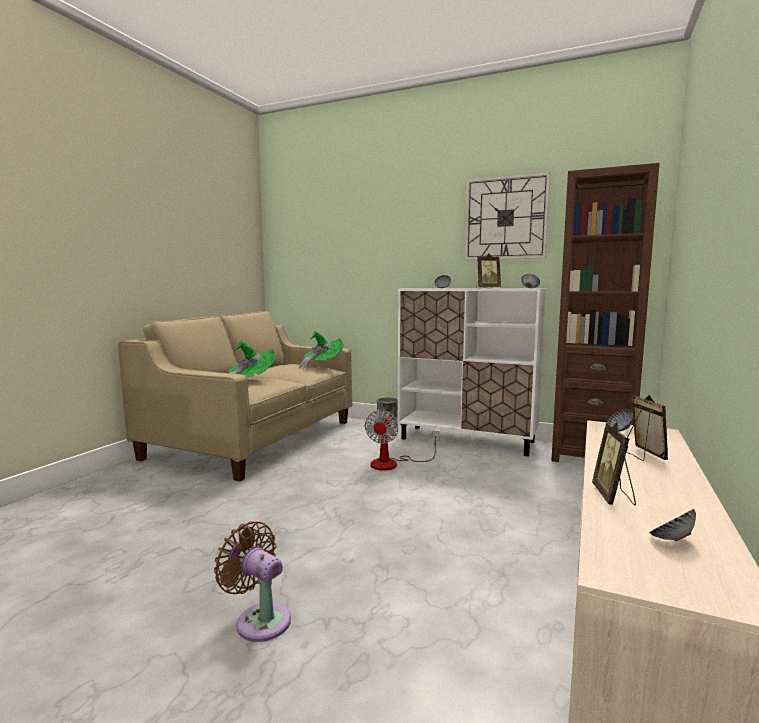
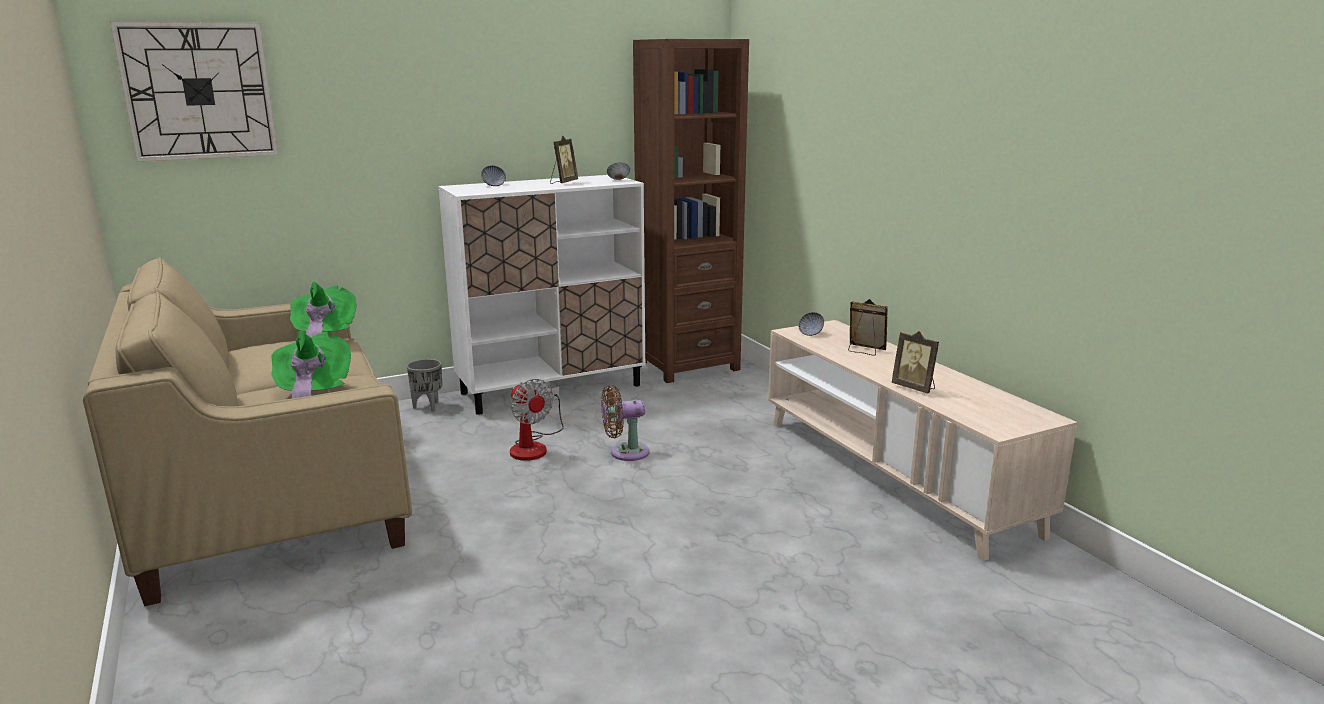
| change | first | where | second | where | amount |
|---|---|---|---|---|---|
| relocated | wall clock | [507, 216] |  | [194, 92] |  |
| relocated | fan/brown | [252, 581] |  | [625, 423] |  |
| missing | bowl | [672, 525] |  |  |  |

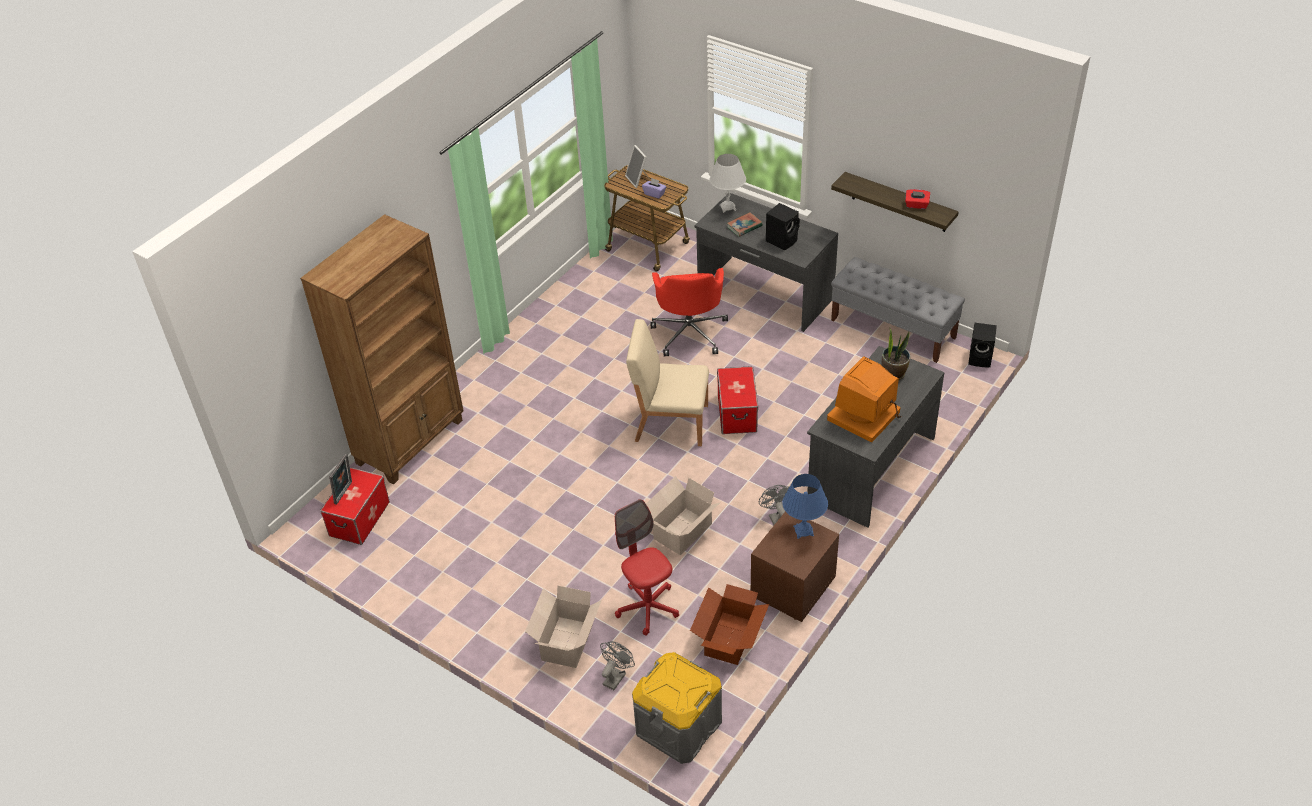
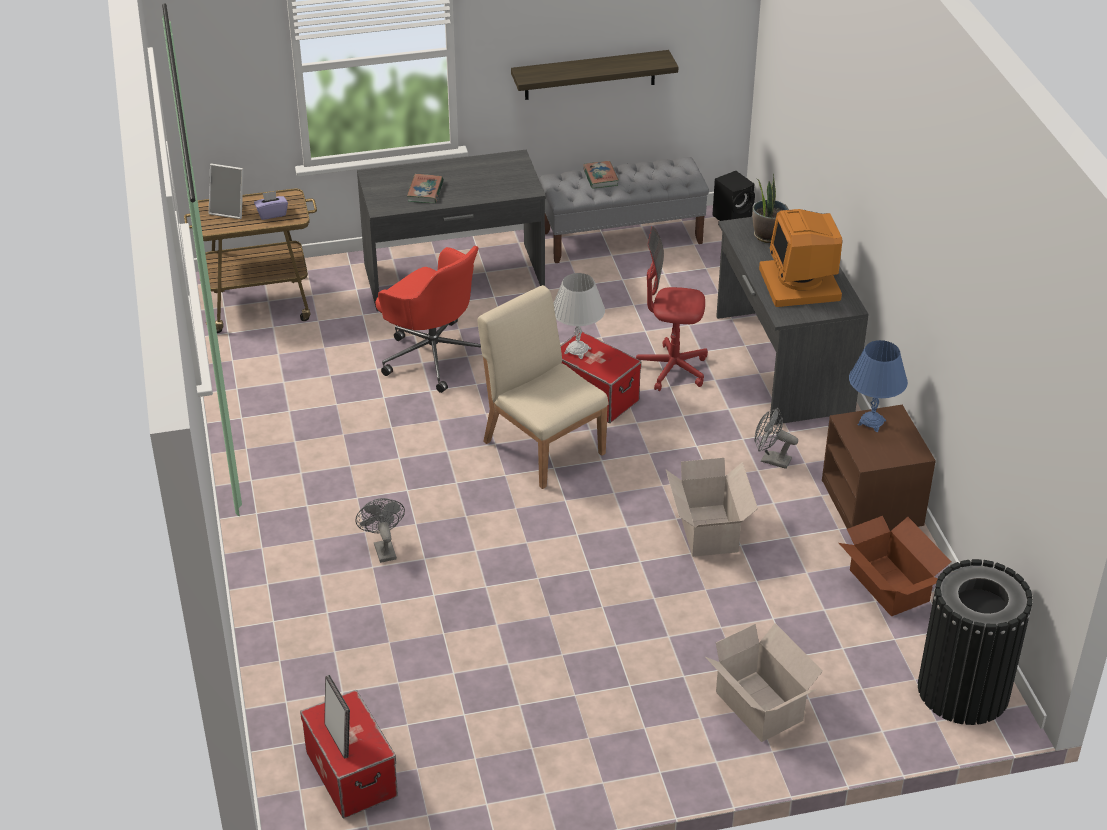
| change | first | where | second | where | amount |
|---|---|---|---|---|---|
| relocated | fan/grey | [617, 665] |  | [380, 530] |  |
| spun | chair/beige | [667, 382] |  | [543, 387] | 90 degrees clockwise |
| relocated | table lamp/white | [728, 183] |  | [579, 316] |  |
| appeared |  |  | book | [601, 175] |  |
| relocated | office chair/red | [647, 567] |  | [672, 308] |  |
| exchanged | storage box/grey | [677, 708] | trash can/black | [975, 642] |  |
| missing | bookcase/brown | [382, 349] |  |  |  |
| missing | speaker/black | [783, 226] |  |  |  |
| missing | tissue box/red | [917, 199] |  |  |  |

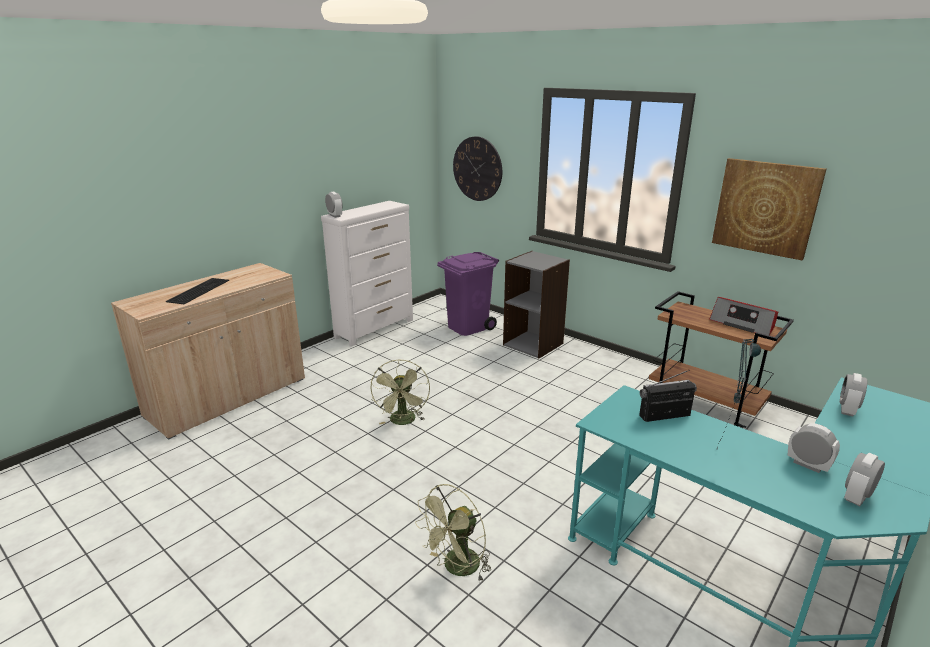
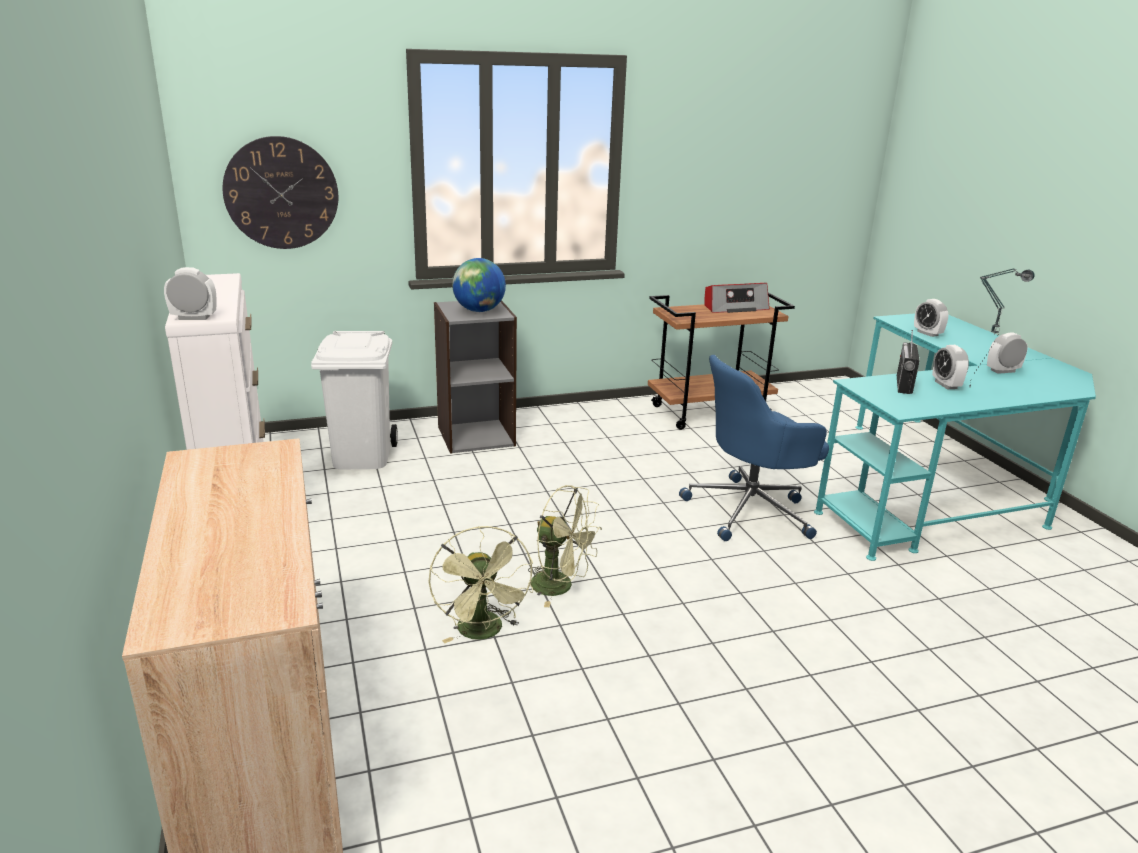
| change | first | where | second | where | amount |
|---|---|---|---|---|---|
| colour | trash can/purple | [468, 294] | trash can/white | [354, 400] |  |
| relocated | fan/green | [453, 533] |  | [481, 584] |  |
| appeared |  |  | globe | [479, 285] |  |
| appeared |  |  | office chair/blue | [754, 448] |  |
| relocated | alarm clock | [864, 479] |  | [950, 367] |  |
| missing | keyboard | [197, 291] |  |  |  |
| missing | picture | [769, 209] |  |  |  |

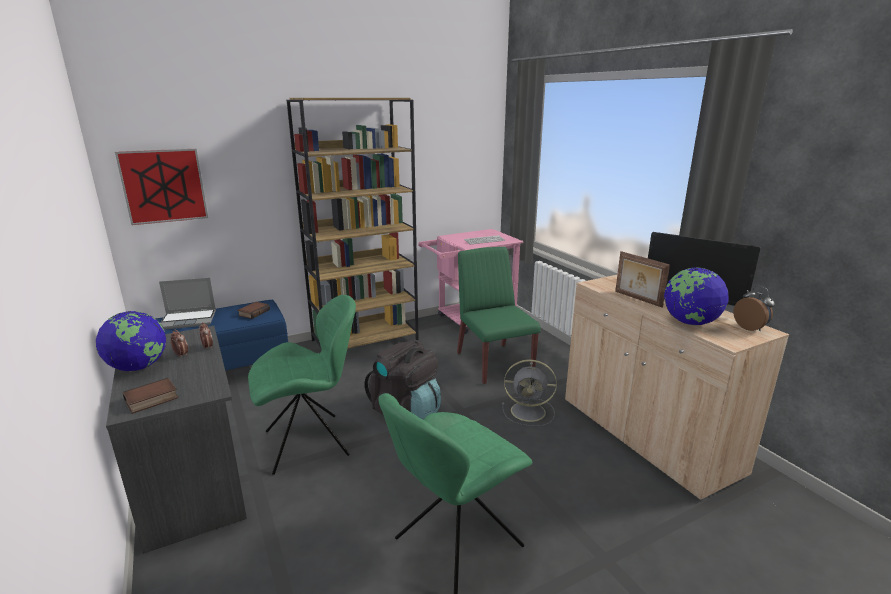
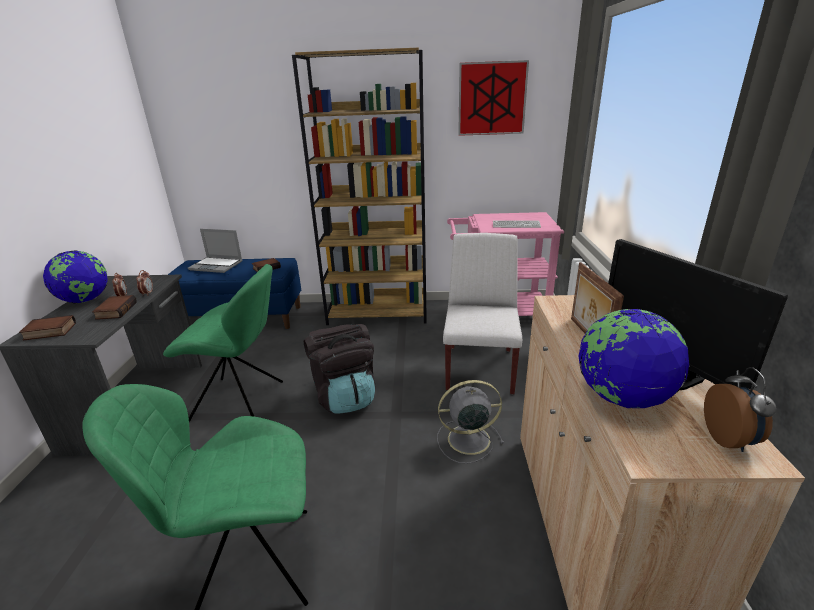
| change | first | where | second | where | amount |
|---|---|---|---|---|---|
| appeared |  |  | book | [114, 307] |  |
| spun | fan/grey | [529, 392] |  | [470, 422] | 135 degrees clockwise |
| colour | chair/green | [499, 315] | chair/white | [482, 314] |  |
| relocated | picture | [161, 187] |  | [493, 98] |  |

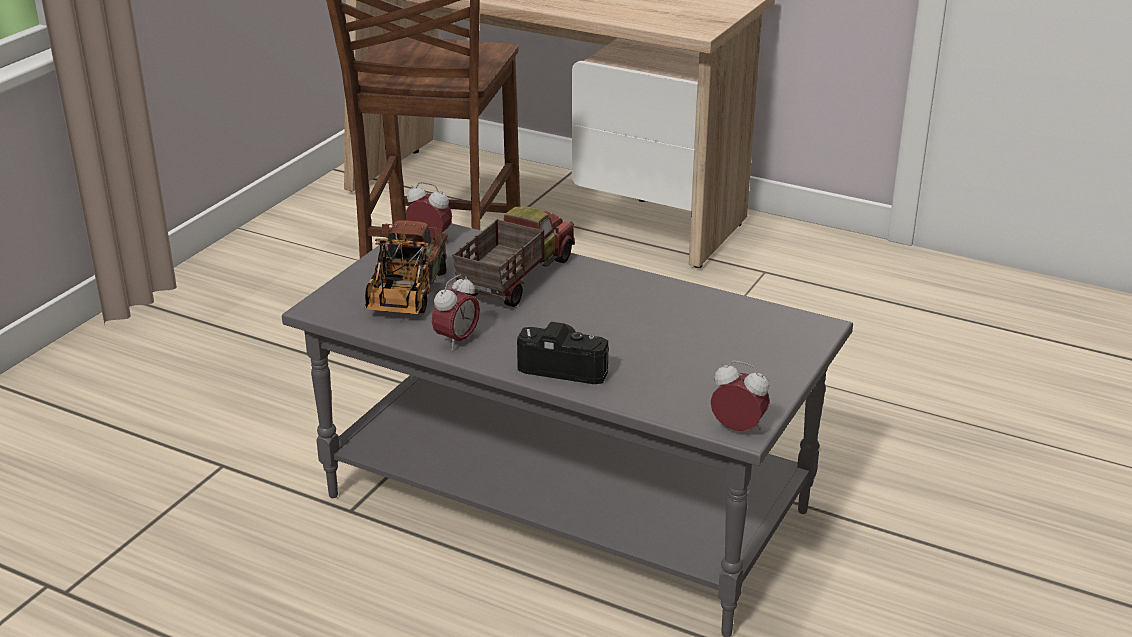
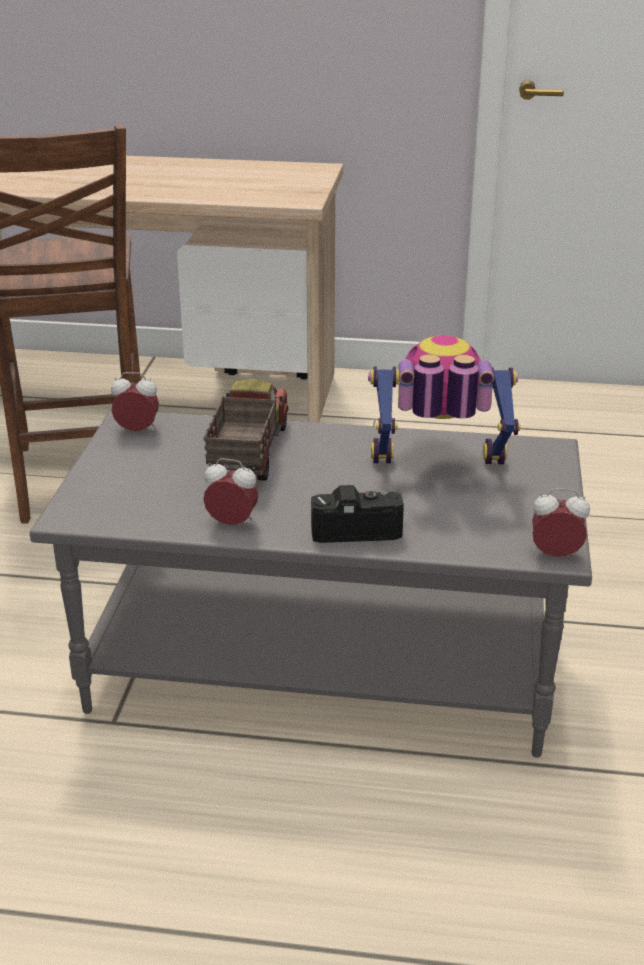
| change | first | where | second | where | amount |
|---|---|---|---|---|---|
| spun | alarm clock | [456, 313] |  | [231, 491] | 90 degrees counterclockwise |
| appeared |  |  | toy robot | [444, 399] |  |
| missing | toy truck | [406, 267] |  |  |  |

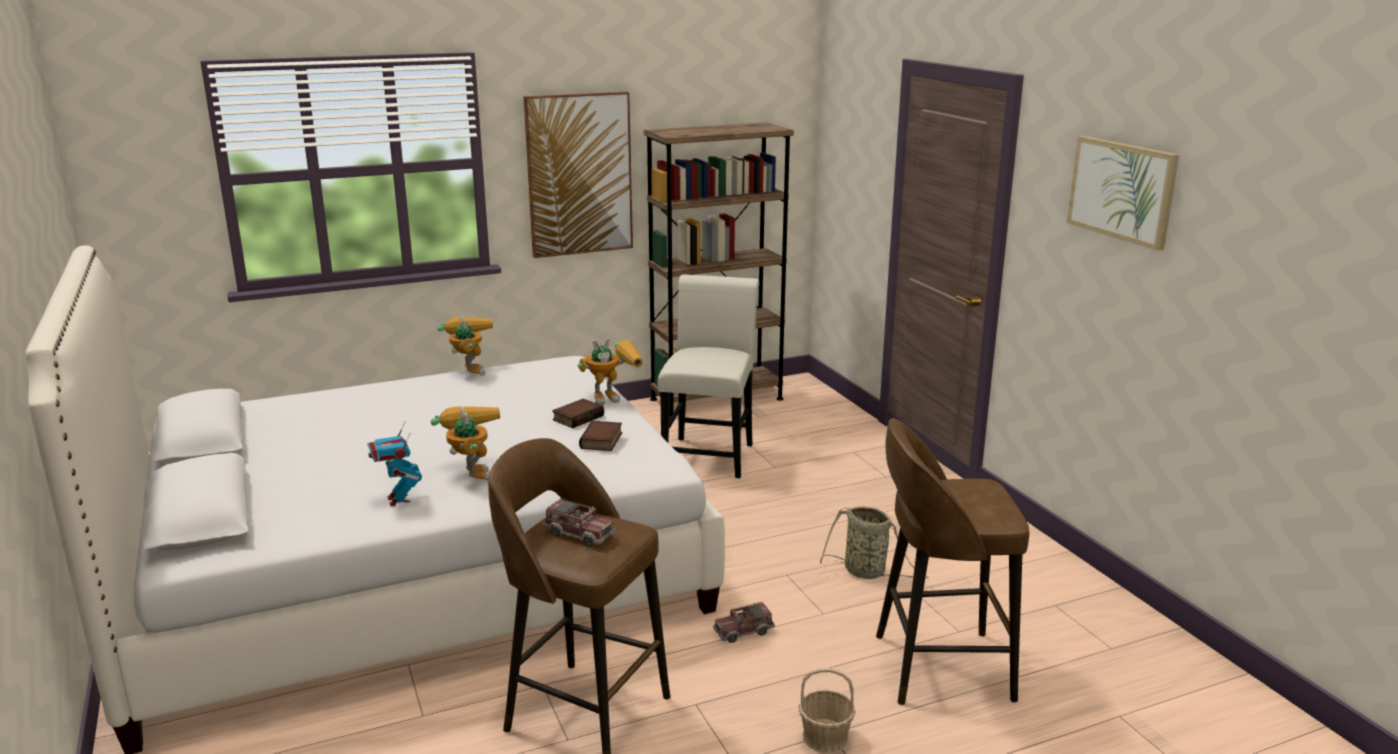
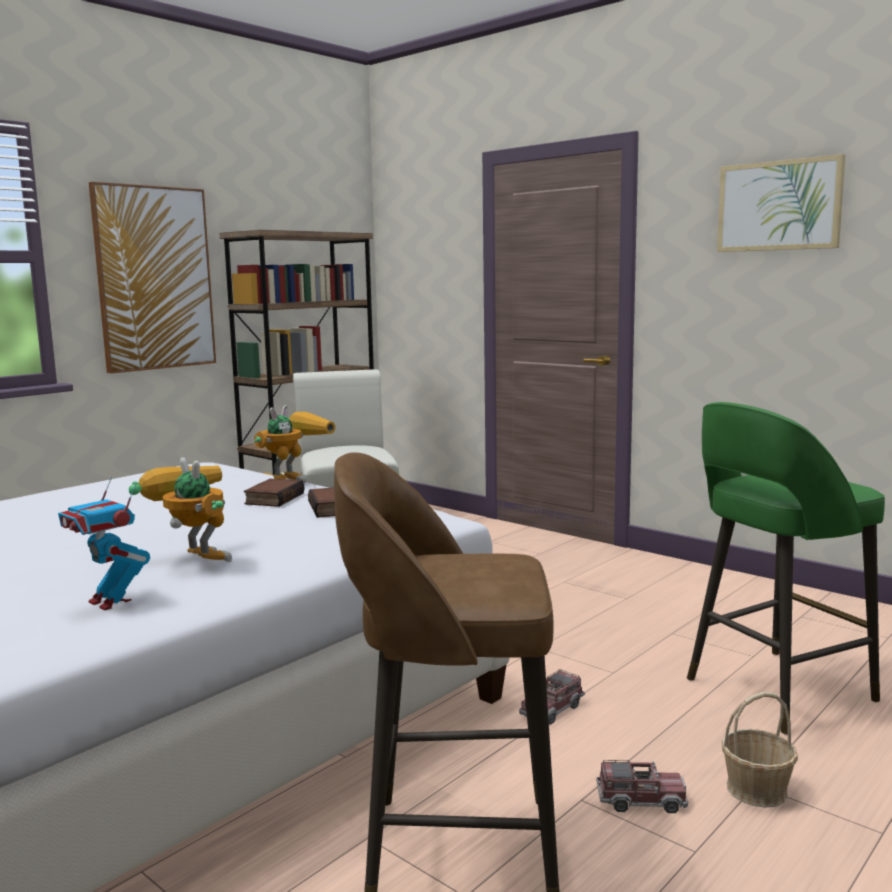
| change | first | where | second | where | amount |
|---|---|---|---|---|---|
| relocated | toy truck | [578, 522] |  | [642, 786] |  |
| colour | stool/brown | [952, 561] | stool/green | [786, 568] |  |
| missing | toy robot | [465, 345] |  |  |  |
| missing | basket | [874, 542] |  |  |  |

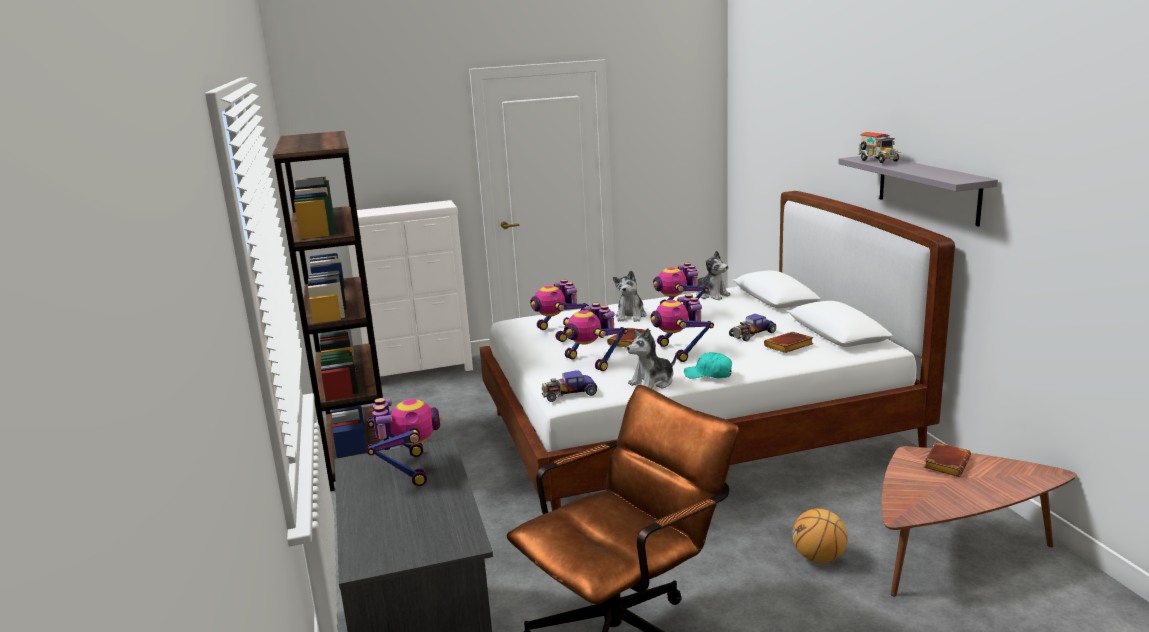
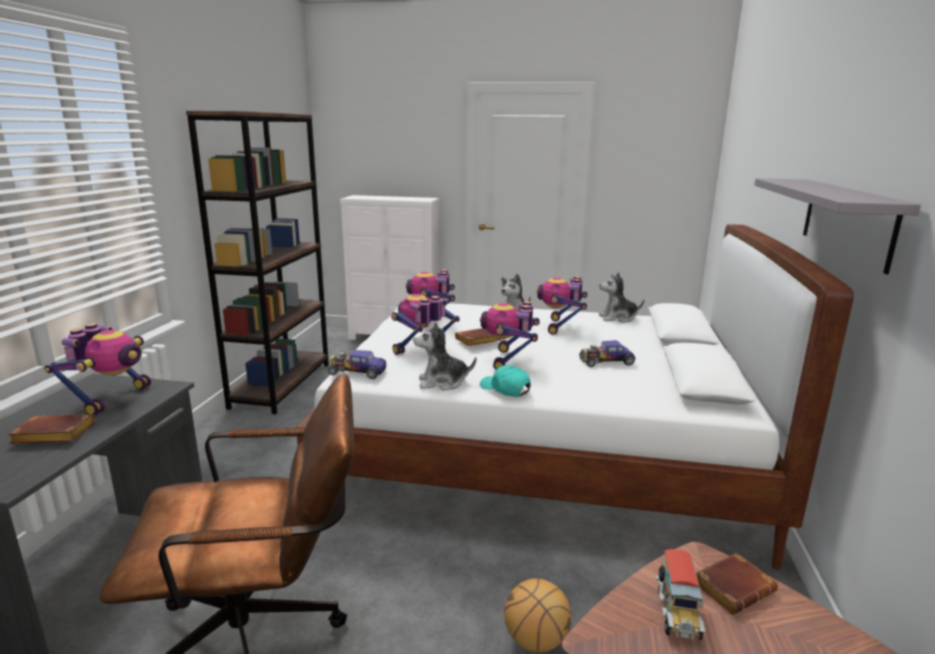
| change | first | where | second | where | amount |
|---|---|---|---|---|---|
| relocated | book/brown | [789, 342] |  | [51, 429] |  |
| spun | toy robot | [595, 337] |  | [425, 324] | 60 degrees clockwise |
| spun | plush toy | [713, 275] |  | [621, 297] | 105 degrees clockwise |
| relocated | toy truck | [879, 147] |  | [680, 594] |  |

